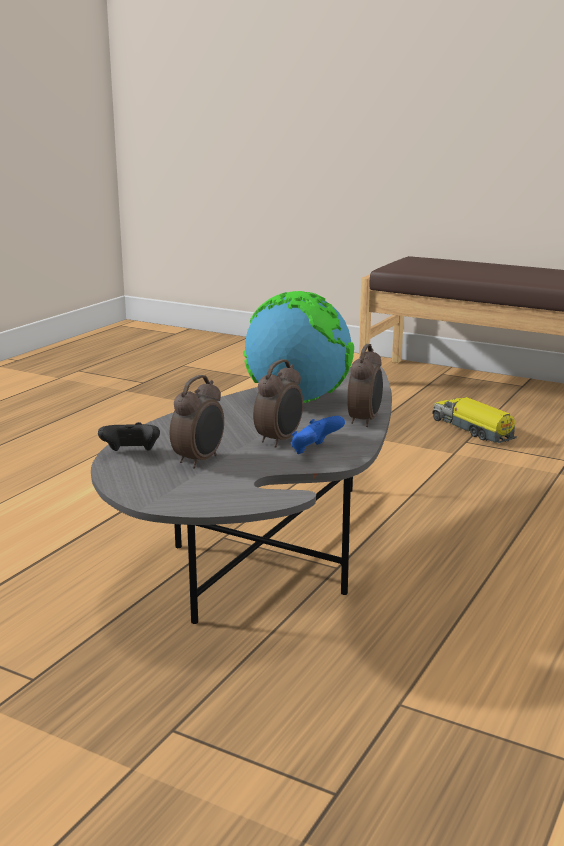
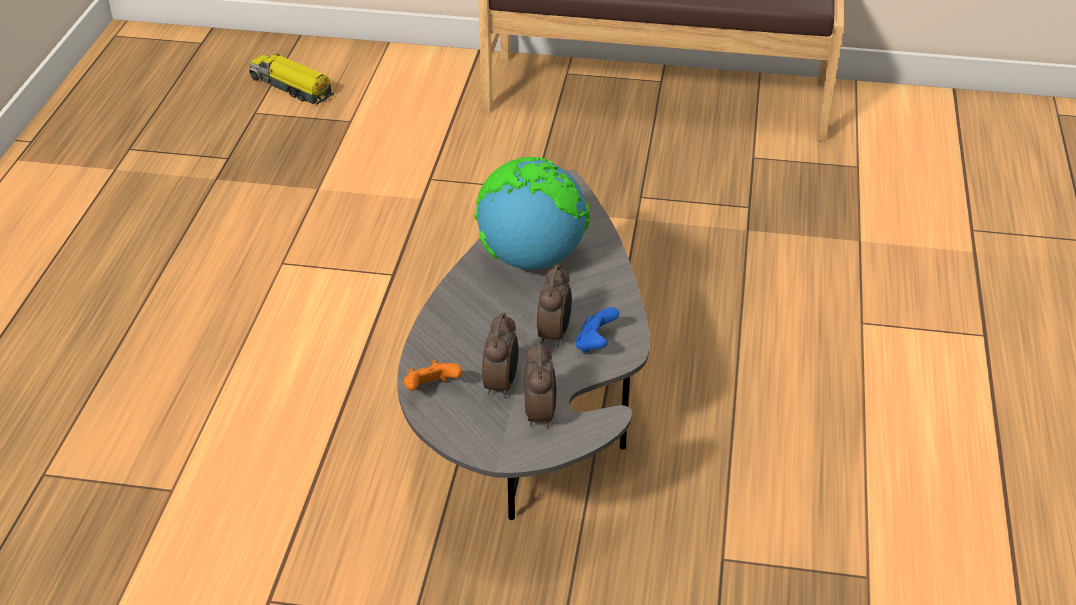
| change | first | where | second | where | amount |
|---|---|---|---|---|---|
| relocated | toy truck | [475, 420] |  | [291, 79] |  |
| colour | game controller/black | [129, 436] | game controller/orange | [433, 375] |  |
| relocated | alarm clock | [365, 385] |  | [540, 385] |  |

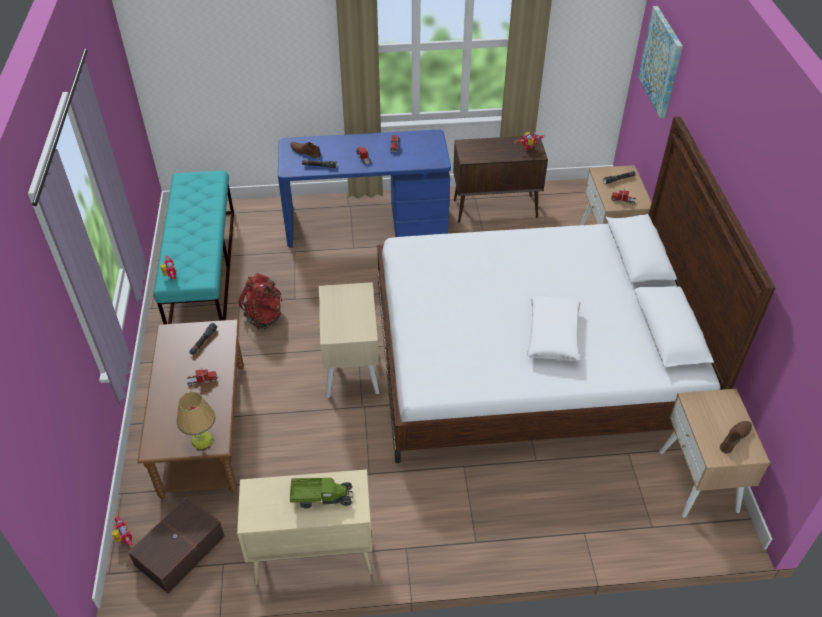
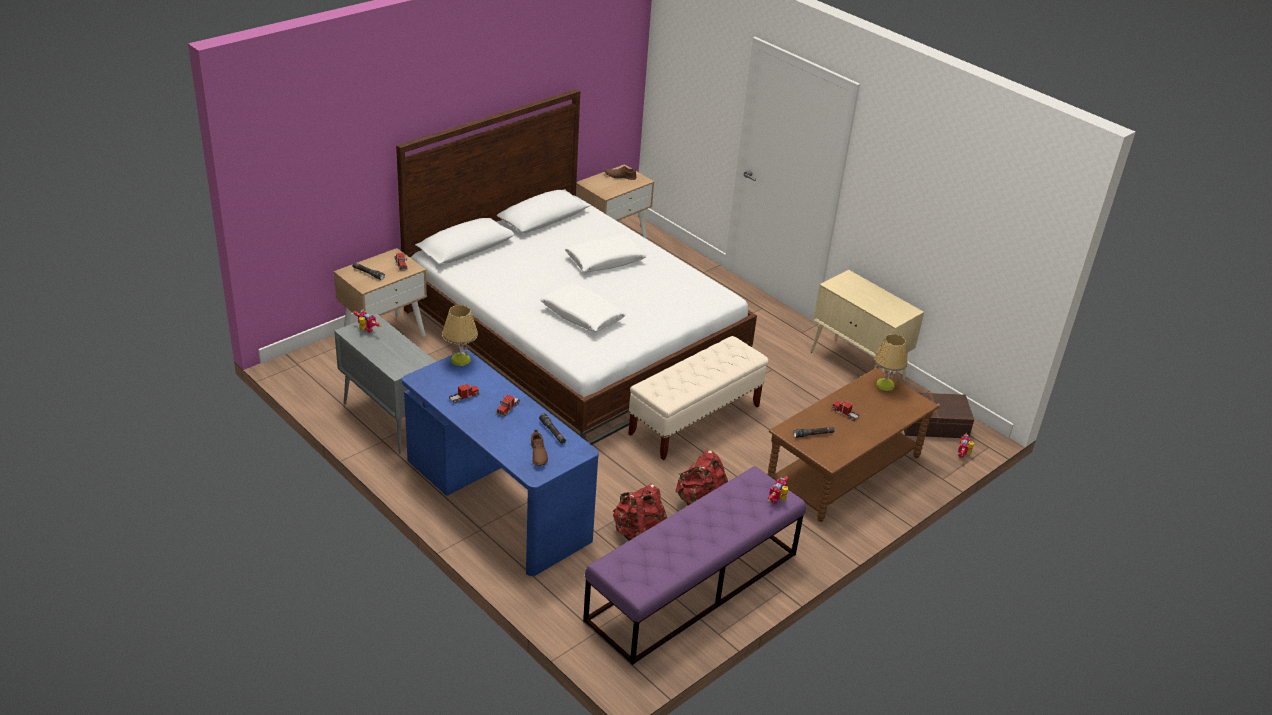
| change | first | where | second | where | amount |
|---|---|---|---|---|---|
| colour | cabinet/brown | [500, 179] | cabinet/grey | [385, 383] |  |
| appeared |  |  | table lamp | [460, 335] |  |
| appeared |  |  | pillow/white | [583, 307] |  |
| colour | bench/turquoise | [193, 247] | bench/purple | [694, 565] |  |
| appeared |  |  | backpack/red | [640, 512] |  |
| exchanged | nightstand/beige | [348, 340] | bench/beige | [699, 398] |  |
| missing | toy truck | [321, 493] |  |  |  |
| missing | picture | [660, 62] |  |  |  |

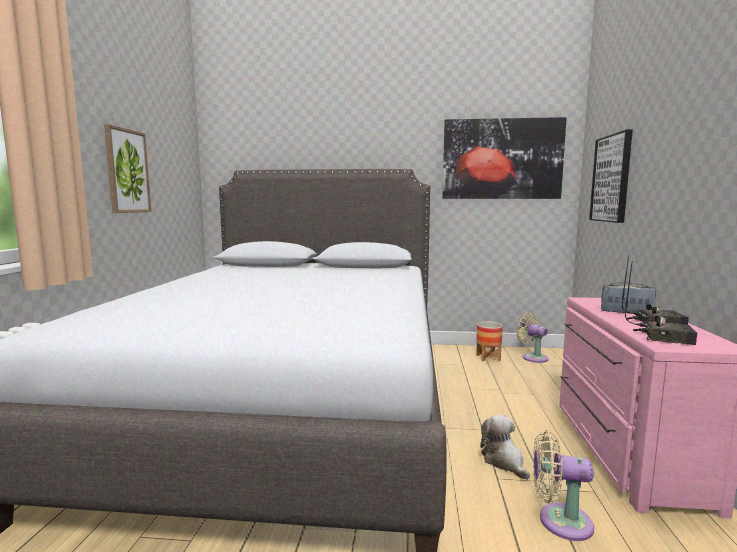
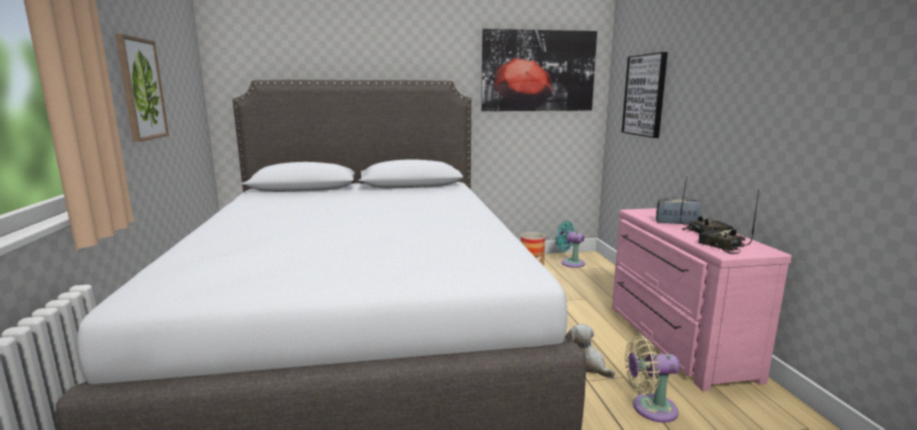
| change | first | where | second | where | amount |
|---|---|---|---|---|---|
| colour | fan/beige | [532, 337] | fan/turquoise | [570, 244] |  |
| spun | radio | [661, 303] |  | [728, 222] | 135 degrees counterclockwise |

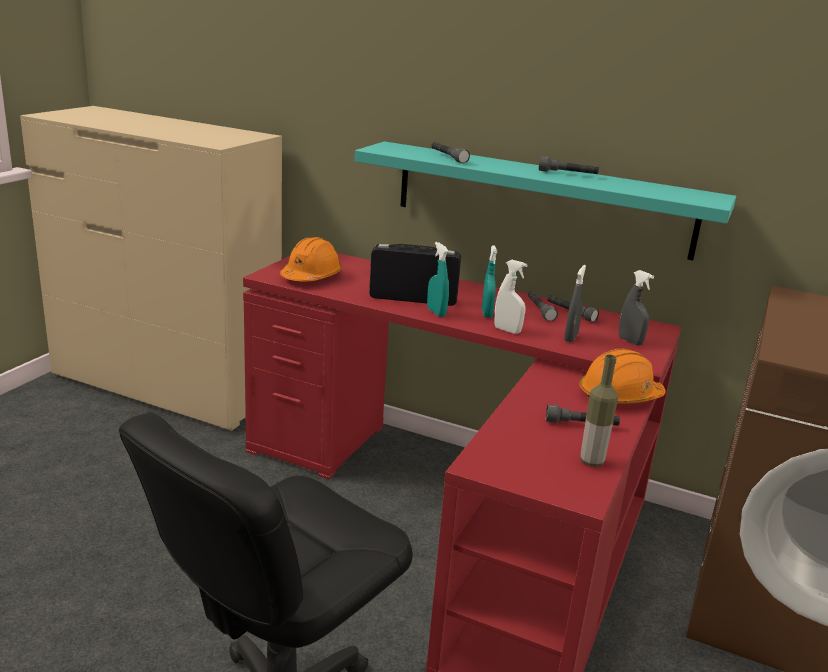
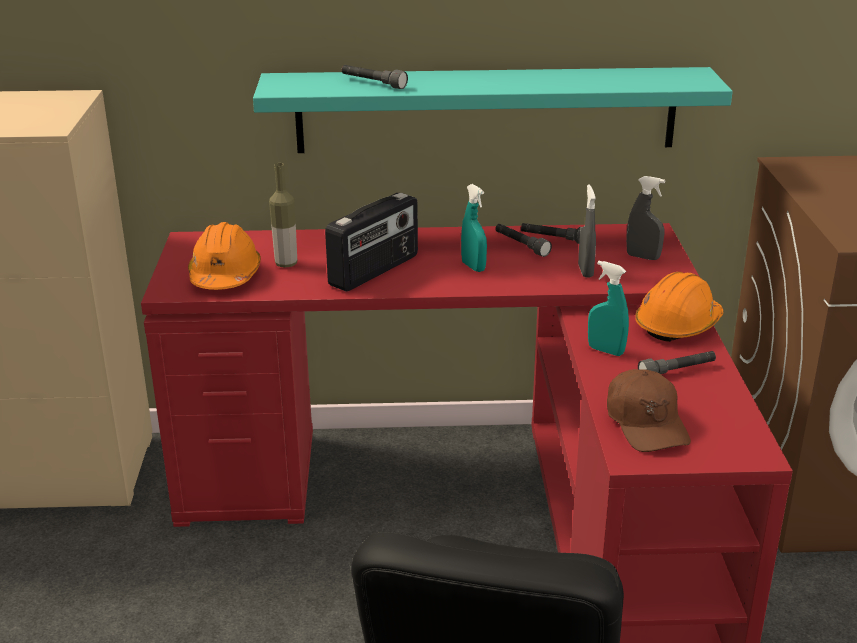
| change | first | where | second | where | amount |
|---|---|---|---|---|---|
| relocated | bottle | [599, 411] |  | [283, 215] |  |
| spun | radio | [415, 275] |  | [371, 242] | 150 degrees clockwise |
| relocated | spray bottle/turquoise | [438, 279] |  | [608, 308] |  |
| appeared |  |  | cap/brown | [649, 410] |  |
| missing | spray bottle/white | [511, 297] |  |  |  |
| missing | flashlight/grey | [569, 165] |  |  |  |

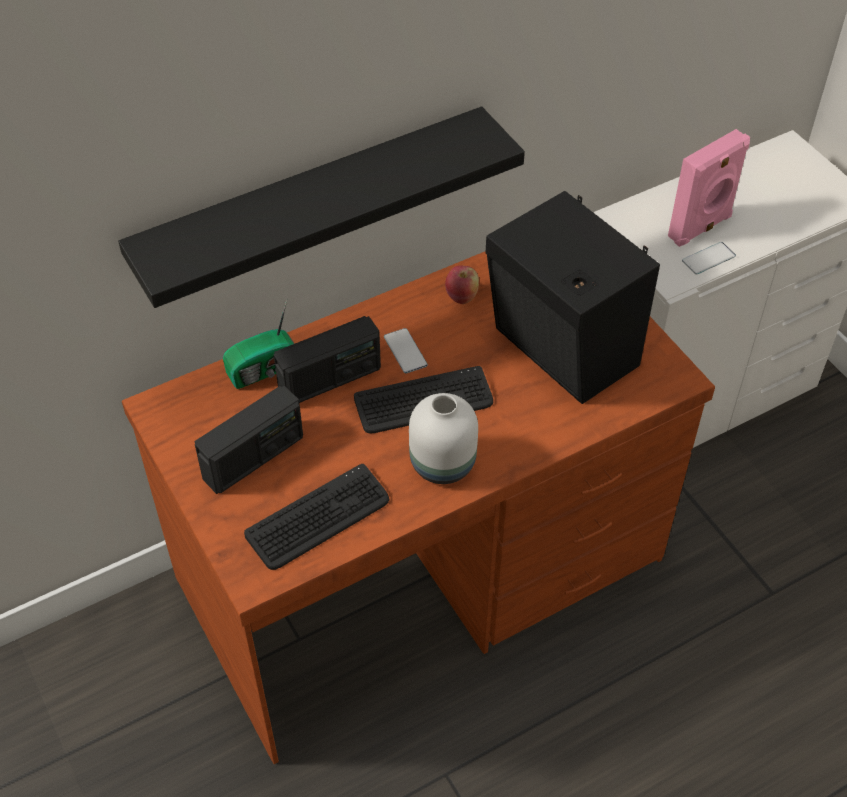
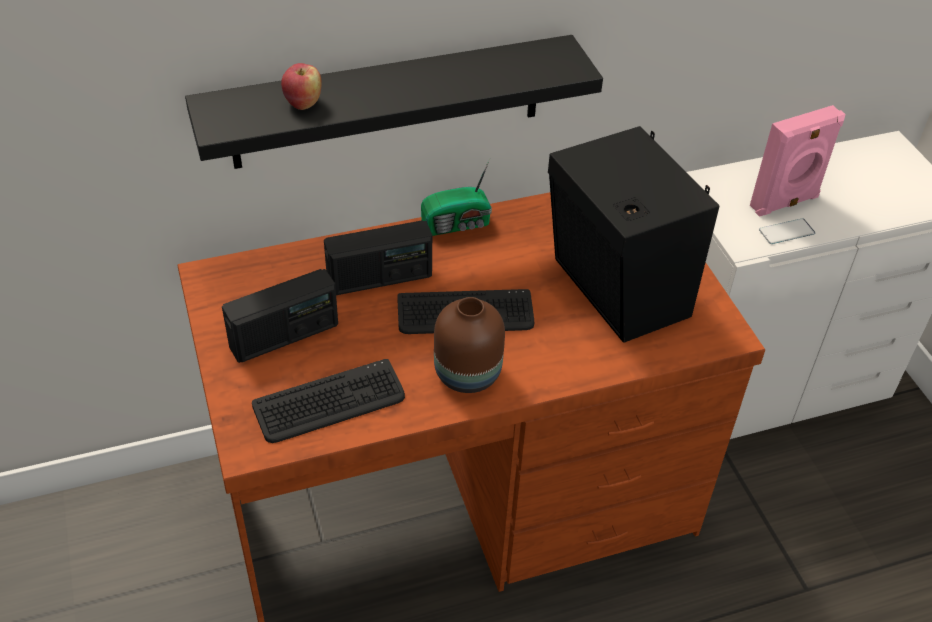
| change | first | where | second | where | amount |
|---|---|---|---|---|---|
| relocated | apple | [462, 284] |  | [301, 86] |  |
| relocated | radio | [258, 344] |  | [456, 197] |  |
| colour | vase/white | [443, 438] | vase/brown | [469, 345] |  |
| missing | phone | [406, 351] |  |  |  |

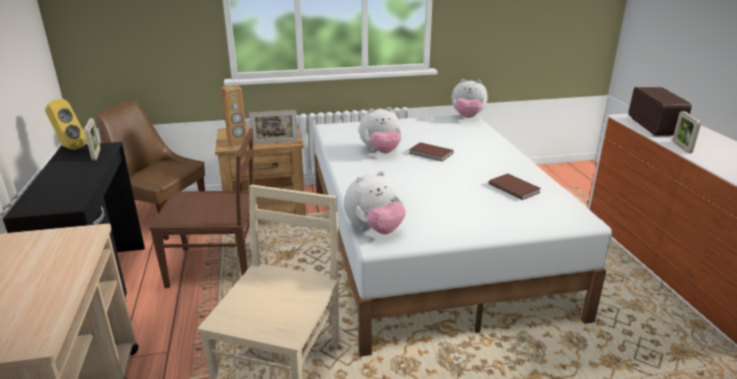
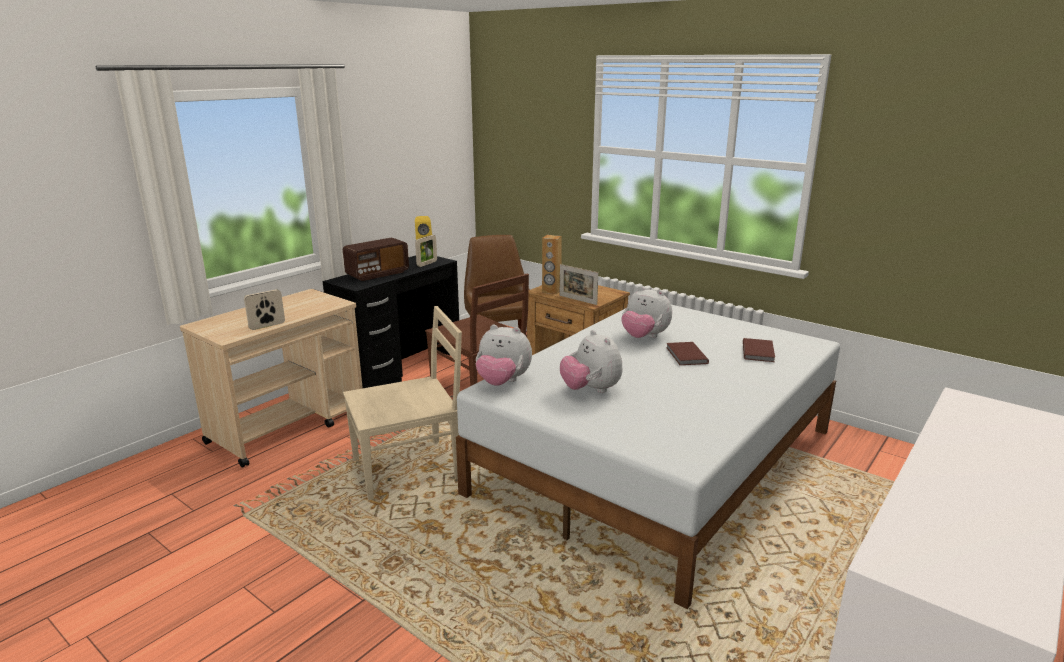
| change | first | where | second | where | amount |
|---|---|---|---|---|---|
| relocated | picture frame | [686, 132] |  | [264, 309] |  |
| relocated | radio | [660, 111] |  | [376, 259] |  |
| relocated | plush toy | [470, 98] |  | [591, 361] |  |
| relocated | book/brown | [515, 187] |  | [759, 350] |  |

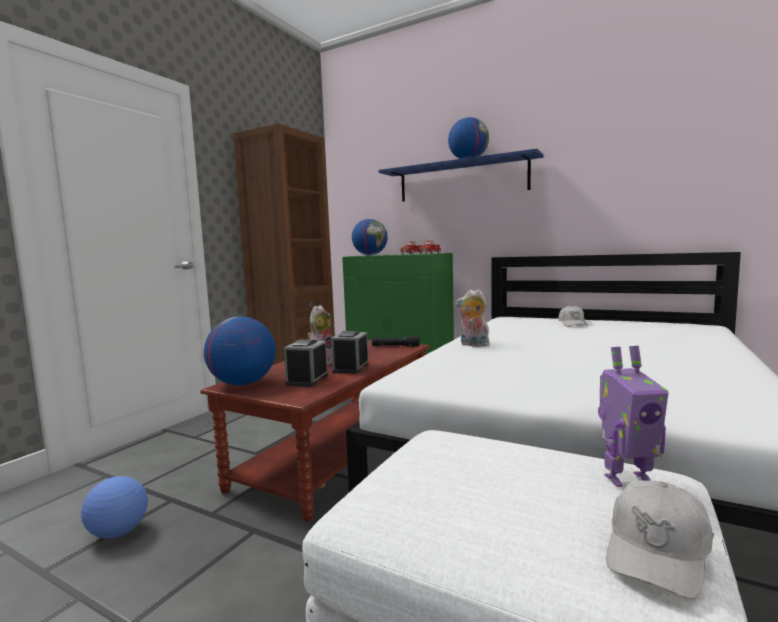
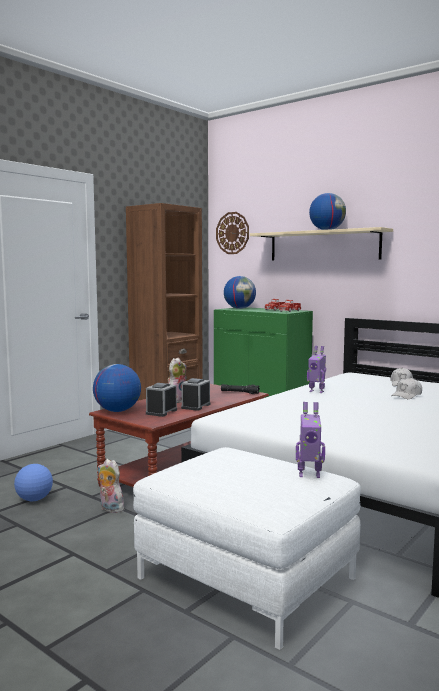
| change | first | where | second | where | amount |
|---|---|---|---|---|---|
| relocated | plush toy | [473, 317] |  | [111, 486] |  |
| appeared |  |  | wall clock | [232, 233] |  |
| colour | shelf/blue | [461, 175] | shelf/beige | [321, 244] |  |
| appeared |  |  | toy robot | [316, 369] |  |
| relocated | cap/white | [659, 539] |  | [406, 388] |  |

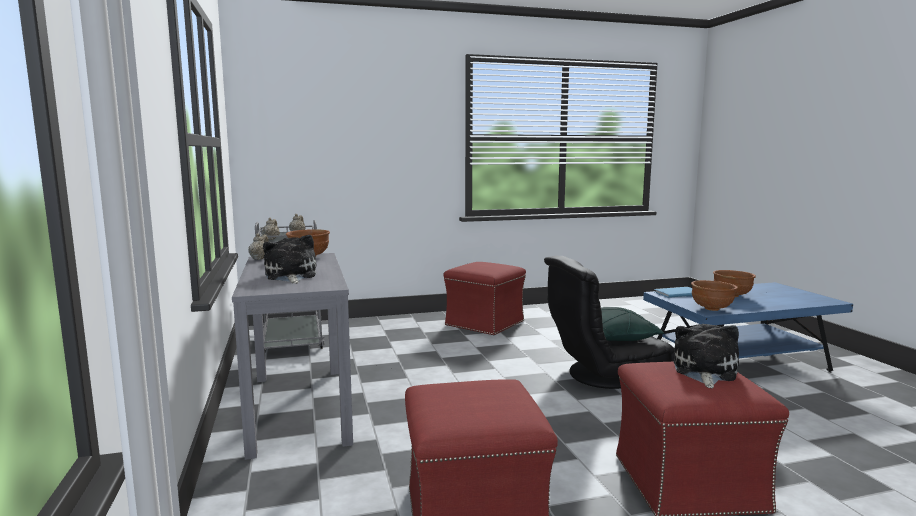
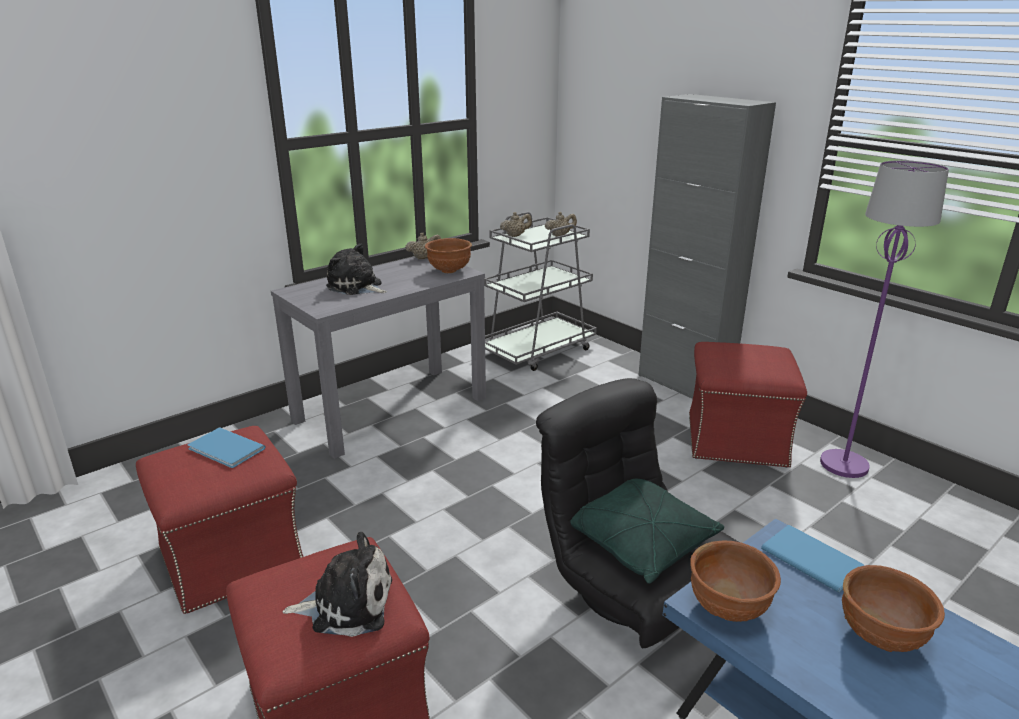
| change | first | where | second | where | amount |
|---|---|---|---|---|---|
| appeared |  |  | book/blue | [227, 448] |  |
| spun | plush toy | [290, 259] |  | [356, 269] | 105 degrees counterclockwise |
| appeared |  |  | cabinet/grey | [707, 246] |  |
| appeared |  |  | floor lamp/purple | [884, 319] |  |

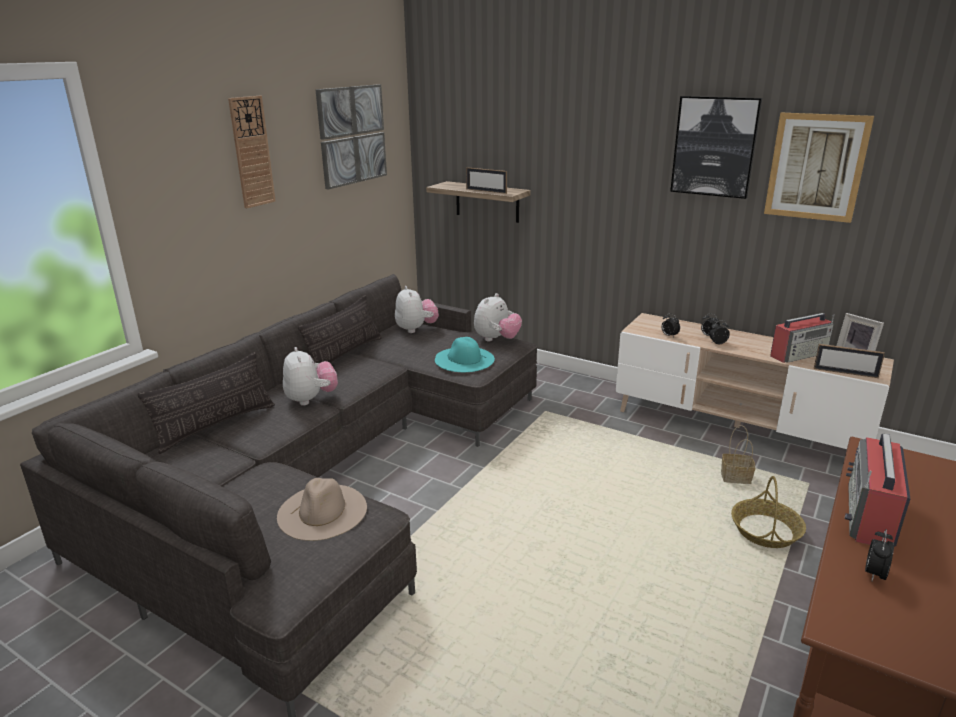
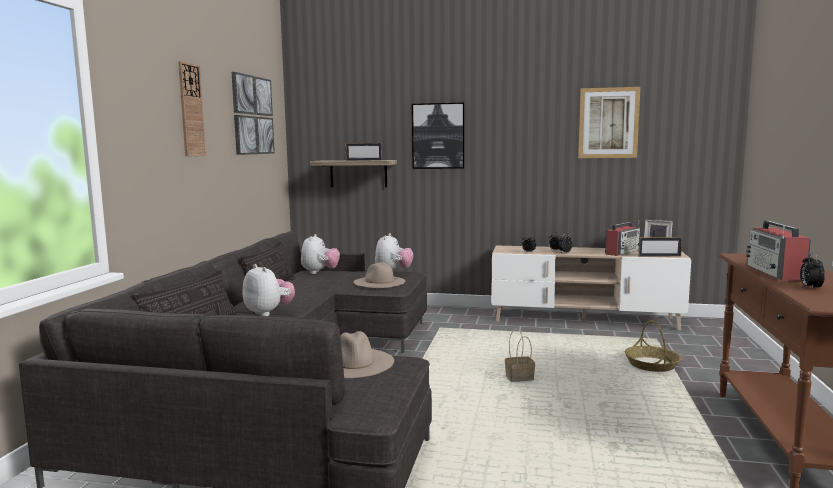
| change | first | where | second | where | amount |
|---|---|---|---|---|---|
| spun | plush toy | [417, 309] |  | [320, 254] | 45 degrees clockwise |
| colour | hat/turquoise | [465, 354] | hat/beige | [379, 275] |  |
| relocated | picture | [716, 147] |  | [438, 136] |  |
| relocated | basket | [738, 454] |  | [520, 355] |  |

